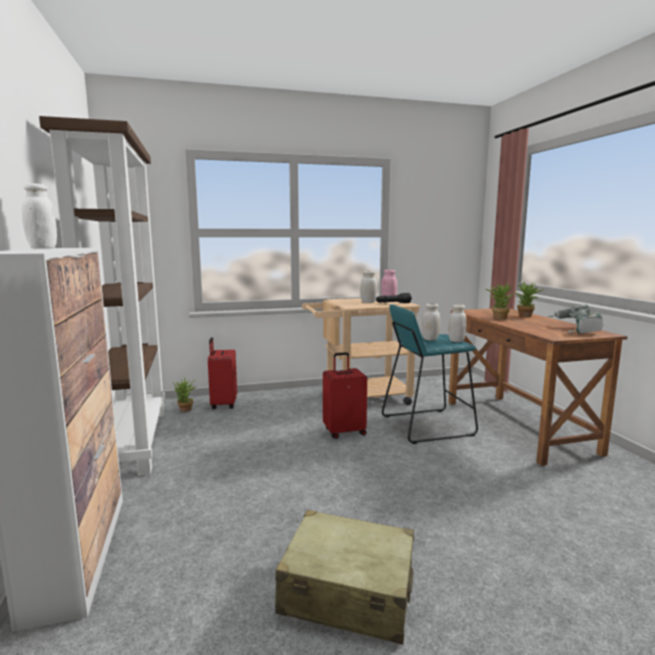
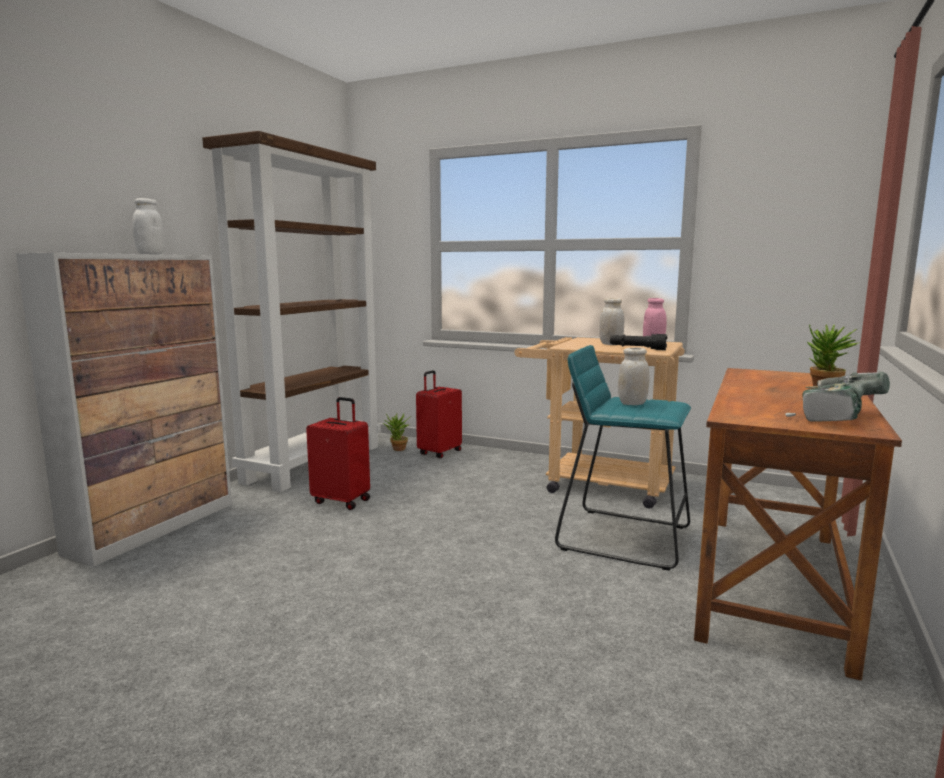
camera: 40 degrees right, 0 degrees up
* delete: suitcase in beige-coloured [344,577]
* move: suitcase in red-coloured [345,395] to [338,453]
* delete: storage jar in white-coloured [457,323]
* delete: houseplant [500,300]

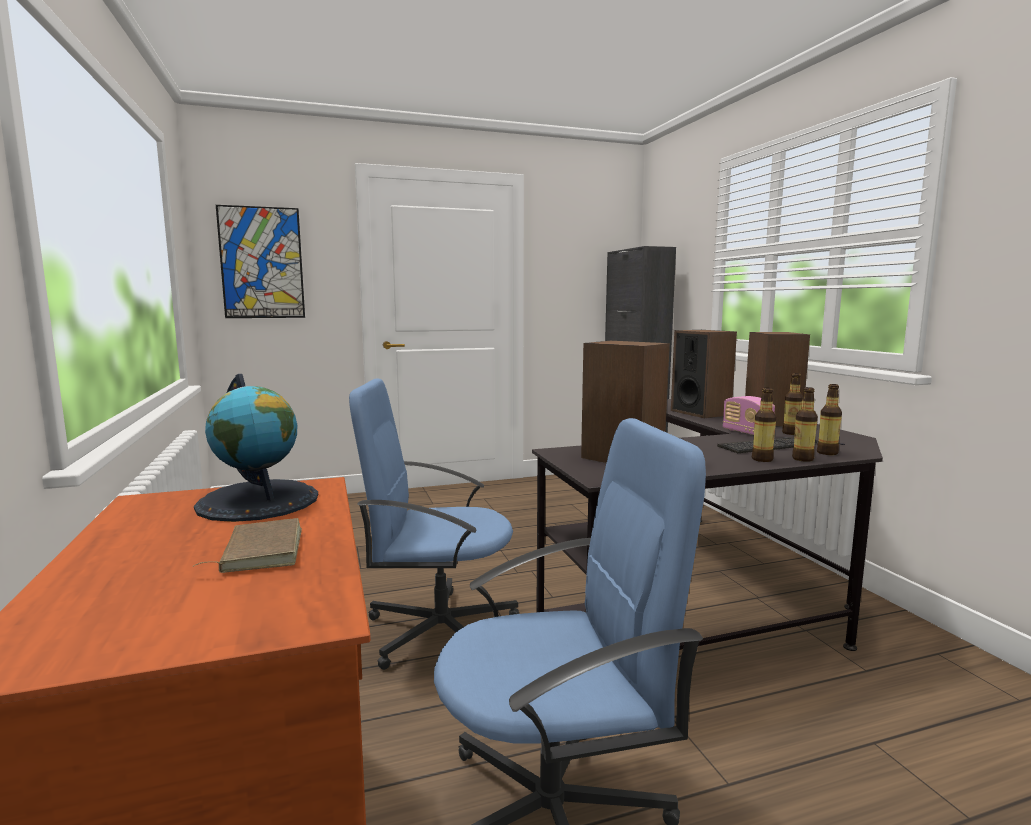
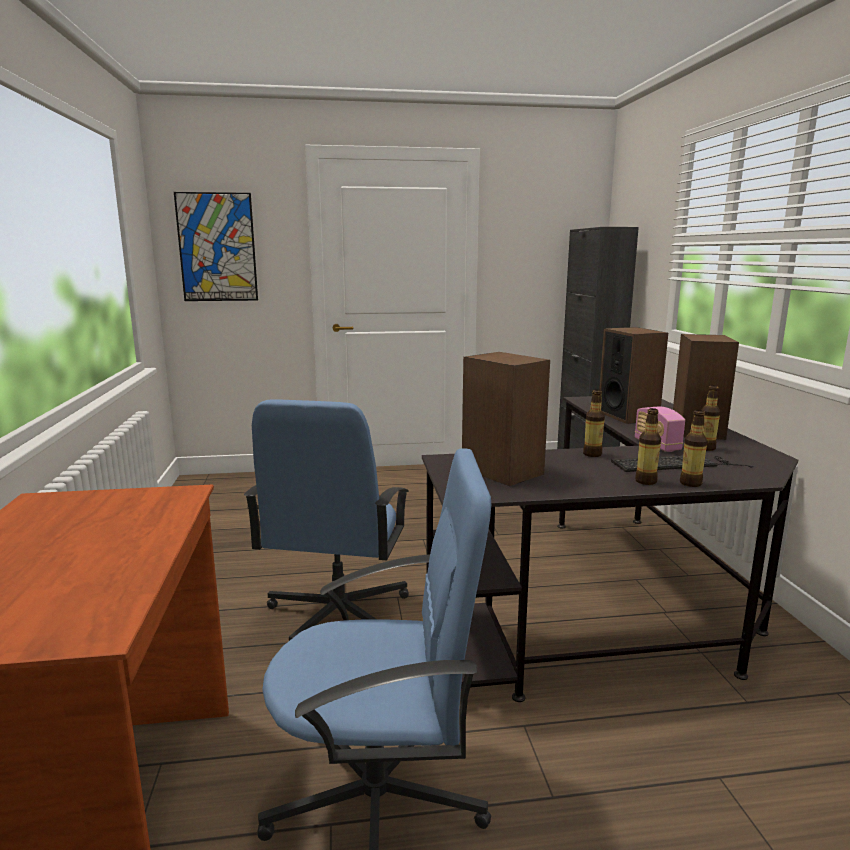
camera: 10 degrees right, 5 degrees up
* delete: globe [256,448]
* delete: book in brown-coloured [248,545]
* rotate: computer chair in bluish [434,524] = [326,520] 90 degrees counterclockwise
* move: bottle [829,419] to [594,423]

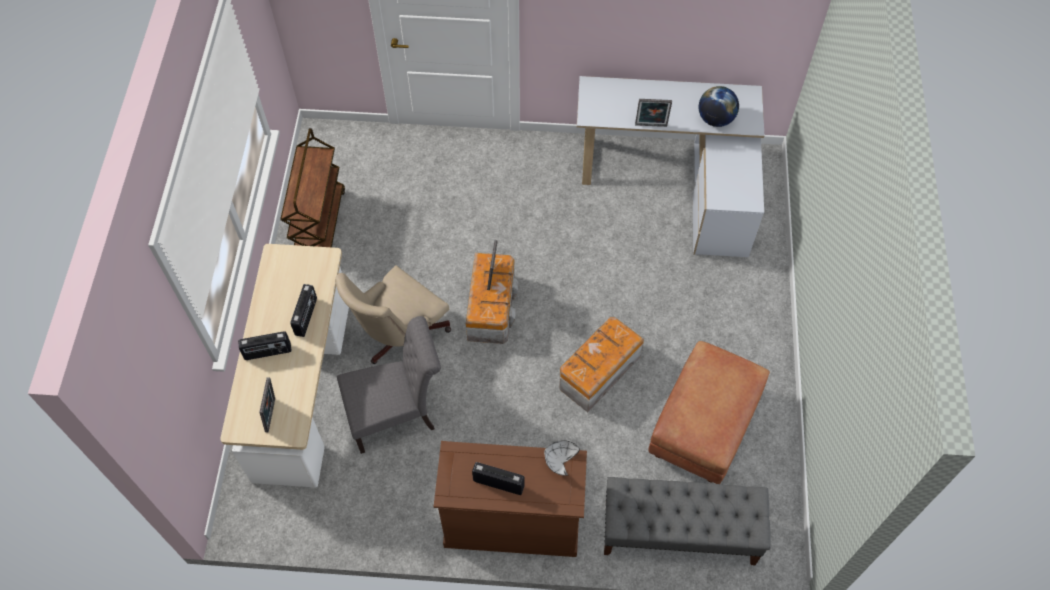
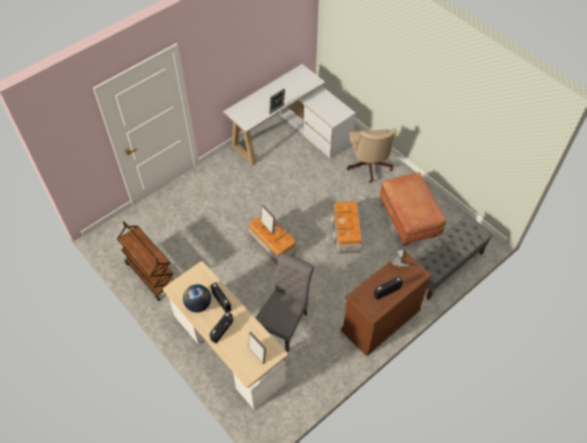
camera: 45 degrees left, 5 degrees down
* move: computer chair in beige-coloured [393,314] to [371,155]
* move: globe [719,106] to [197,298]

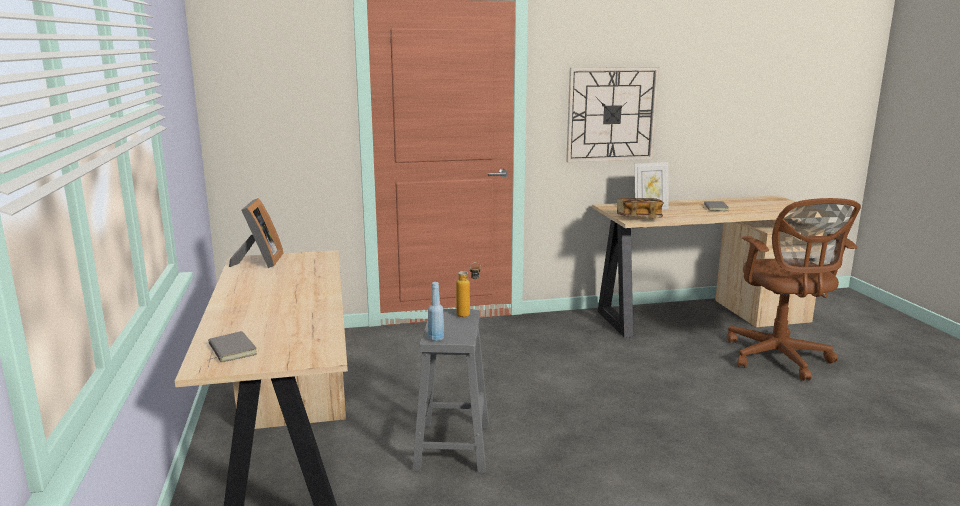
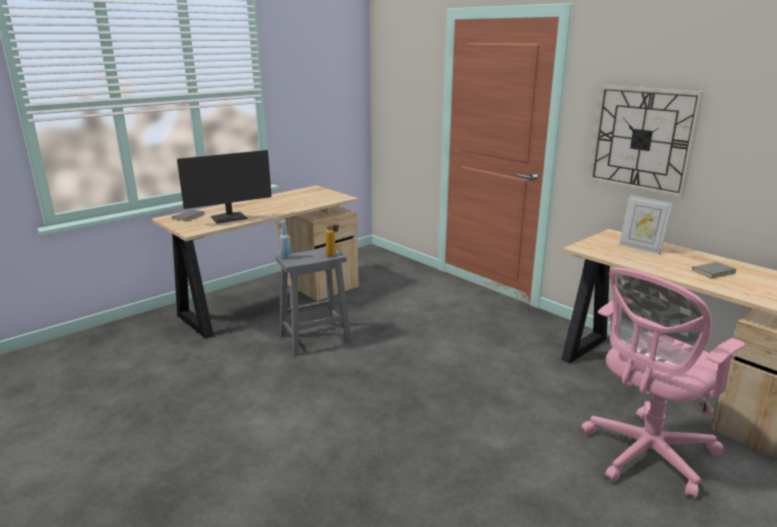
camera: 60 degrees right, 5 degrees up
* delete: standing frame [256,233]
* delete: book [640,208]
* recolor: computer chair in brown-coloured [794,289] to computer chair in pinkish [663,383]
* insert: monitor [224,187]

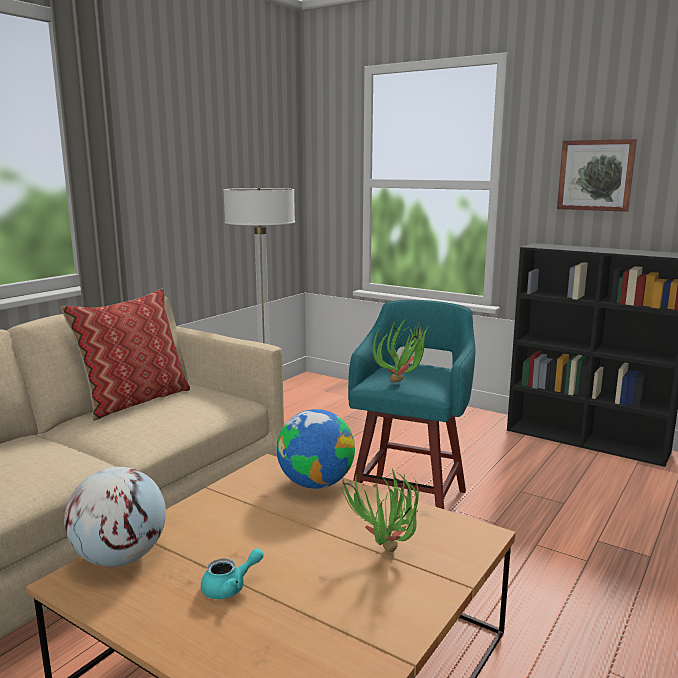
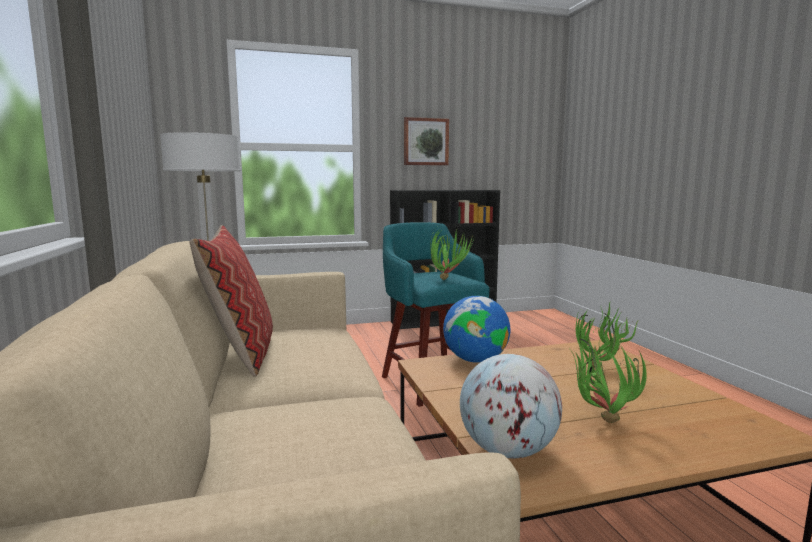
camera: 50 degrees left, 5 degrees down
* replace: teapot in blue-green [232,573] to houseplant [607,379]

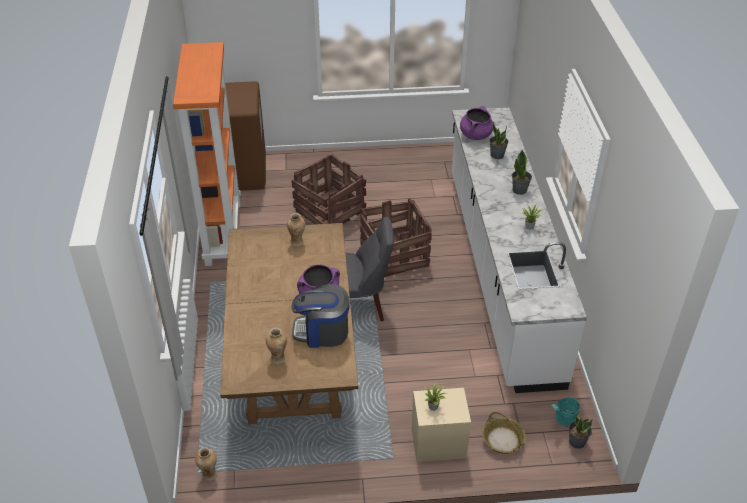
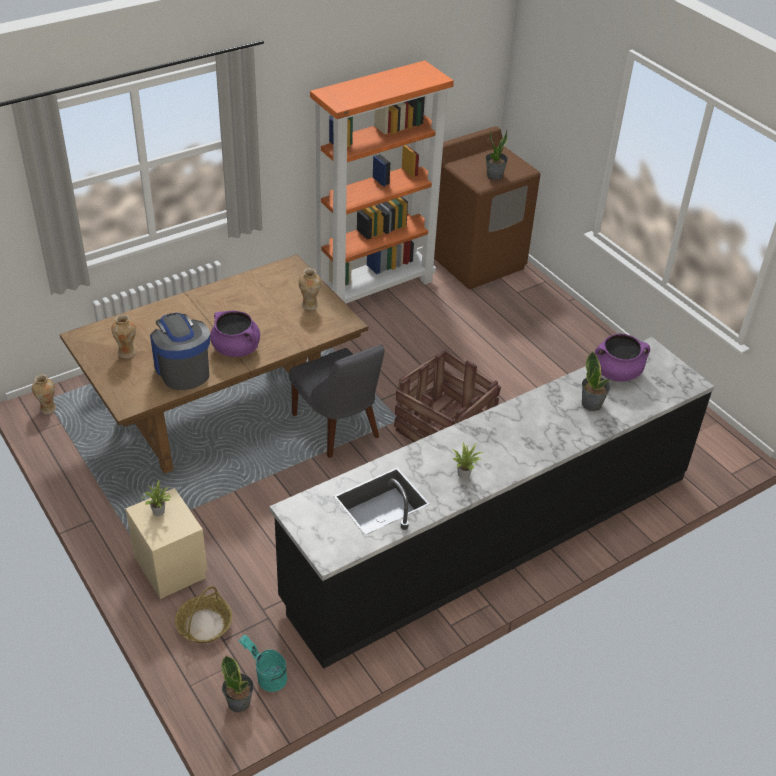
camera: 60 degrees right, 0 degrees up
* delete: crate [328,189]
* recolor: kitchen counter in white-coloured [519,250] to kitchen counter in black [492,503]
* move: houseplant [522,172] to [497,155]

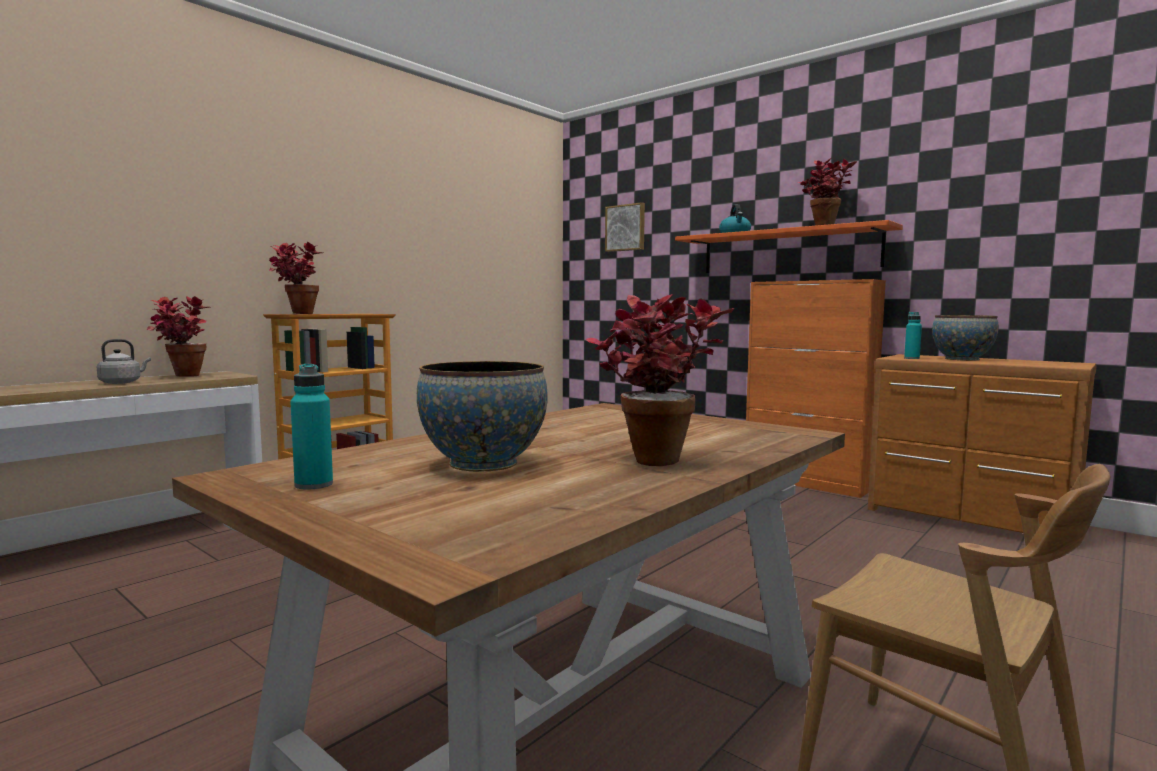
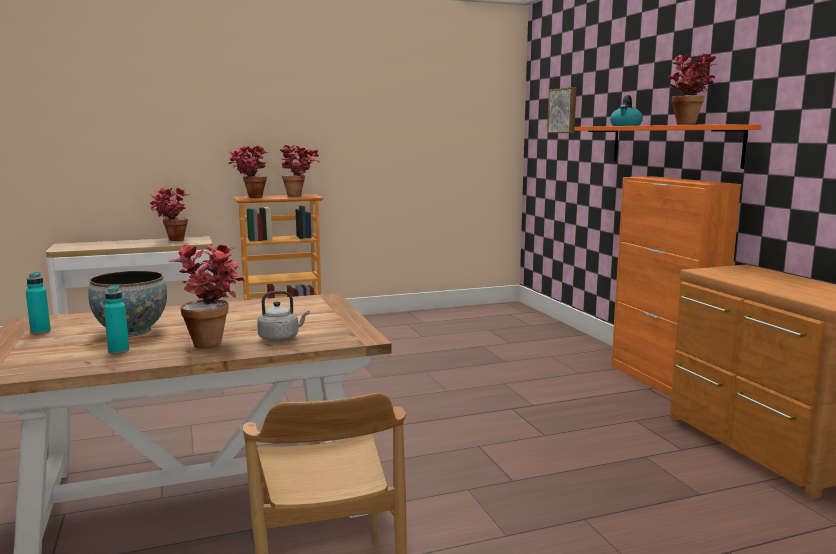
camera: 30 degrees right, 5 degrees up
* move: kettle in gray [124,361] to [283,316]
* move: bottle in blue-green [913,335] to [116,319]
* delete: serving bowl [965,338]
* insert: houseplant [300,170]

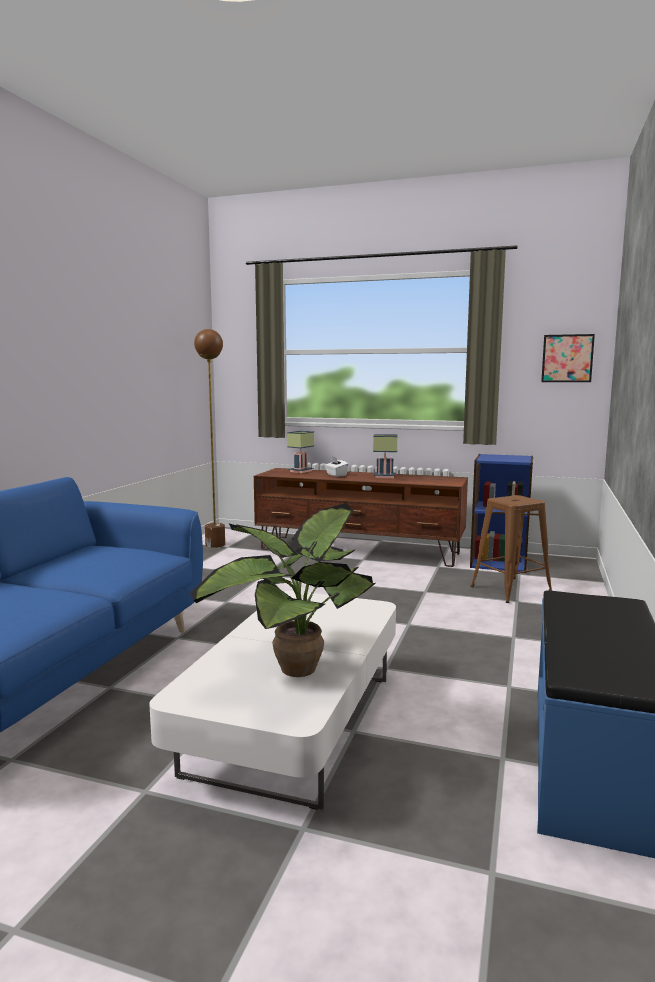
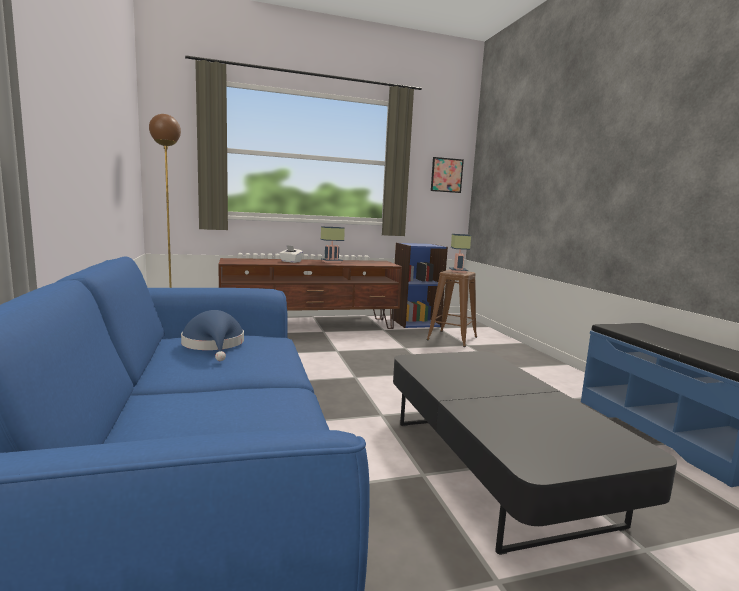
camera: 35 degrees left, 0 degrees up
* recolor: coffee table in white-coloured [272,700] to coffee table in black [535,453]
* delete: houseplant [283,590]
* move: tabletop lamp [300,452] to [460,253]
* insert: hat in bluish [212,335]

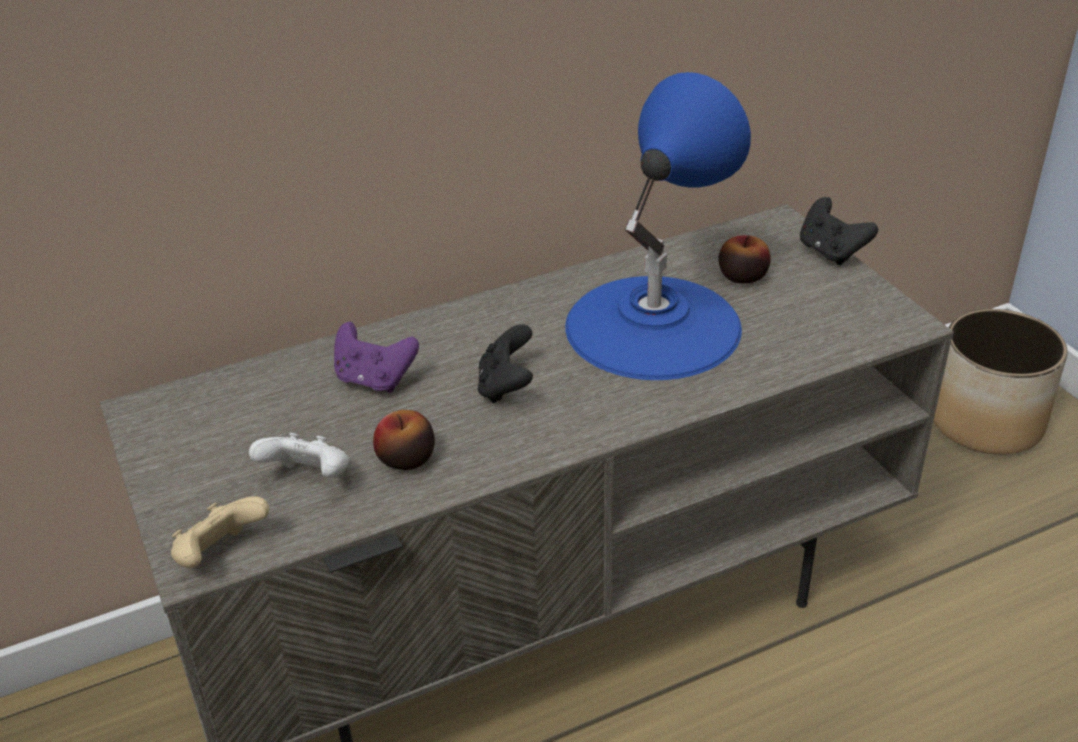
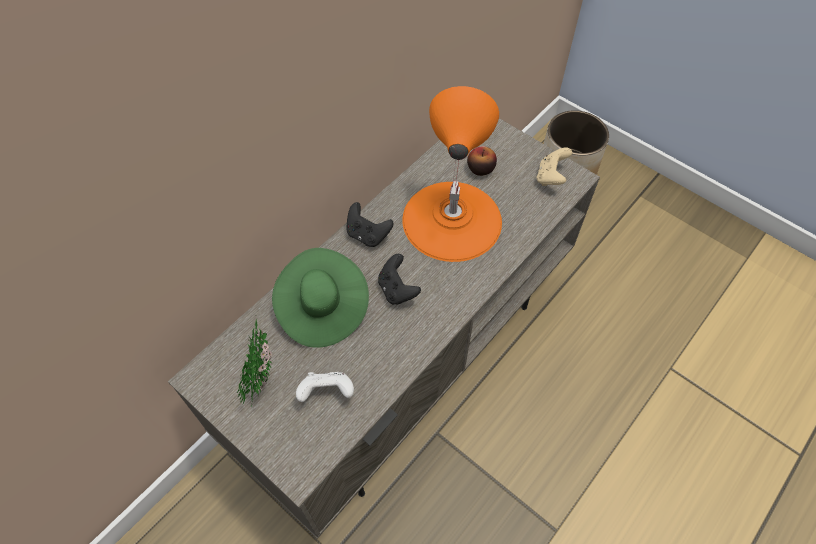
camera: 25 degrees left, 20 degrees up
* move: joypad in beige-coloured [220,532] to [554,166]
* replace: joypad in purplish [376,357] to hat in greenish [320,298]
* delete: apple fruit [404,440]
* recolor: tabletop lamp in bluish [658,226] to tabletop lamp in orange [452,174]
* move: joypad in black [839,231] to [370,224]
* insert: houseplant [254,362]

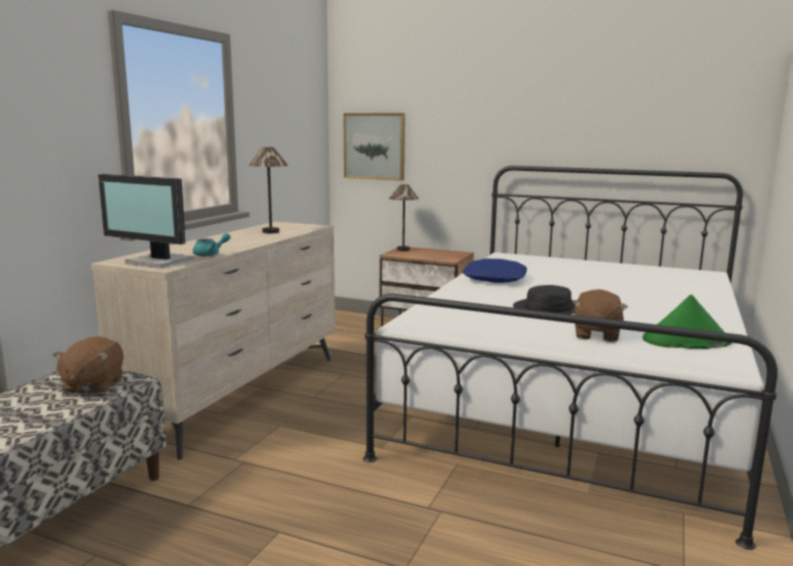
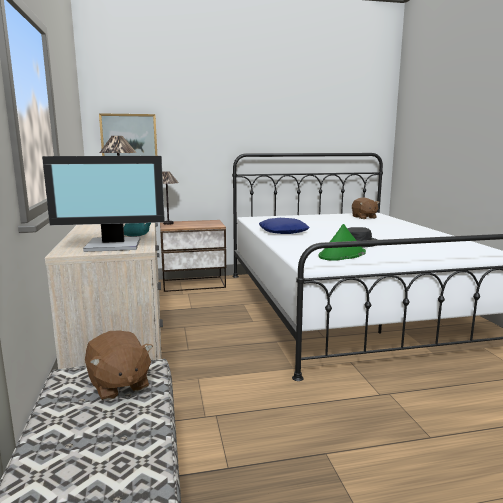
camera: 35 degrees left, 0 degrees up
* move: cuddly toy in brown-coloured [600,315] to [365,208]
* move: hat in greenish [687,322] to [342,242]

